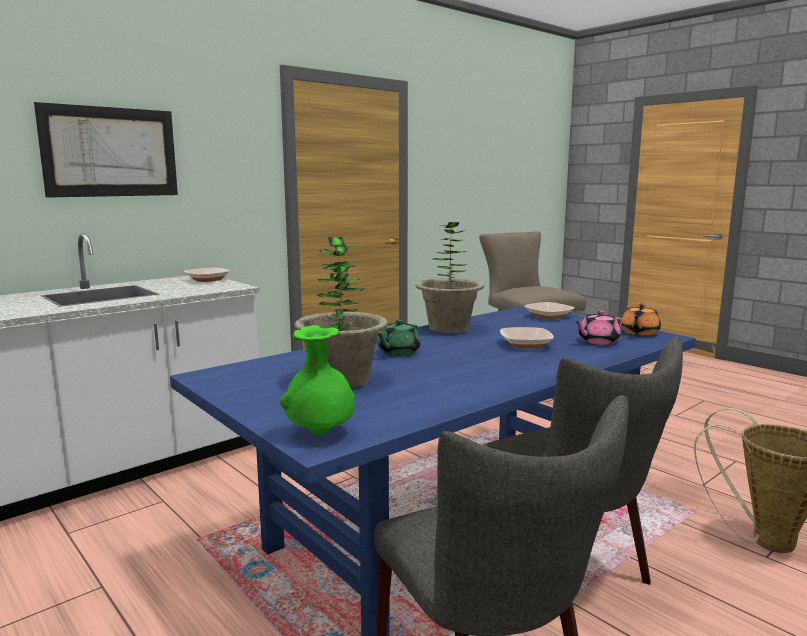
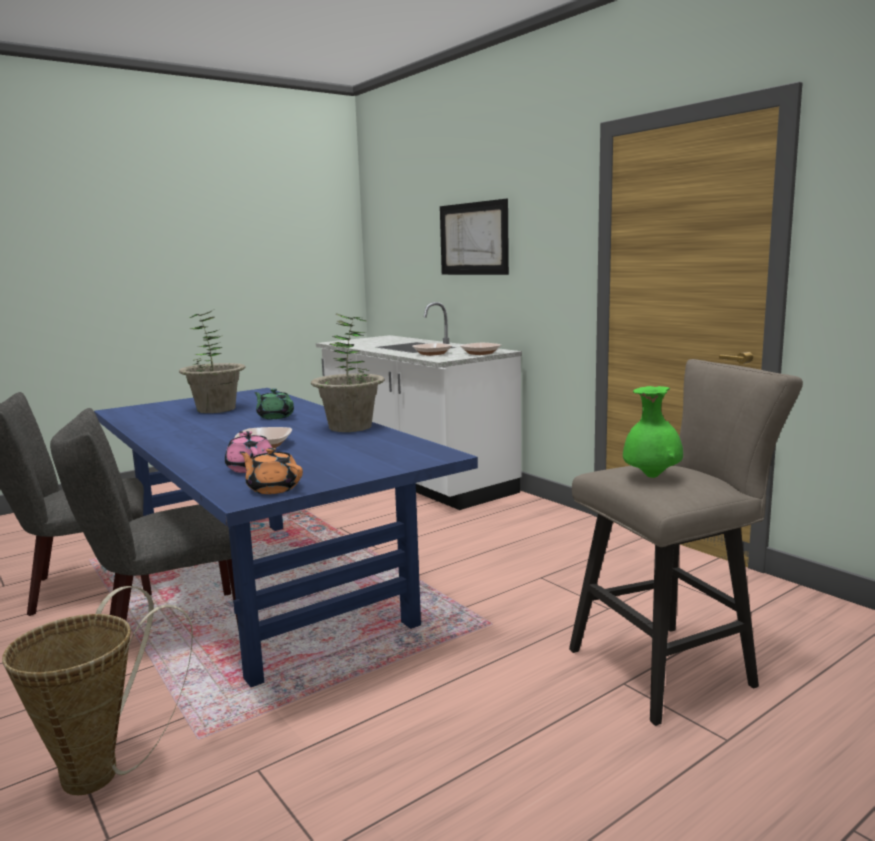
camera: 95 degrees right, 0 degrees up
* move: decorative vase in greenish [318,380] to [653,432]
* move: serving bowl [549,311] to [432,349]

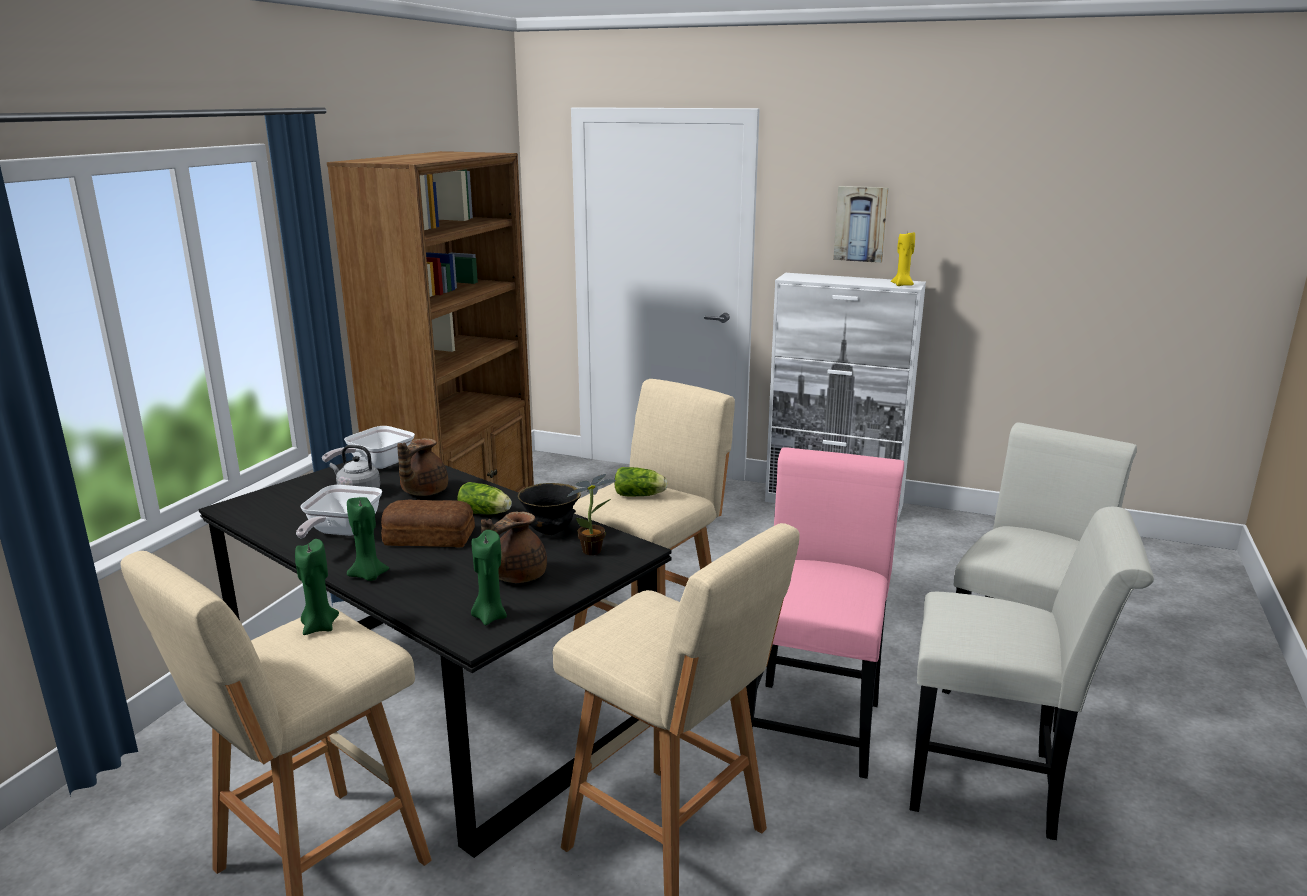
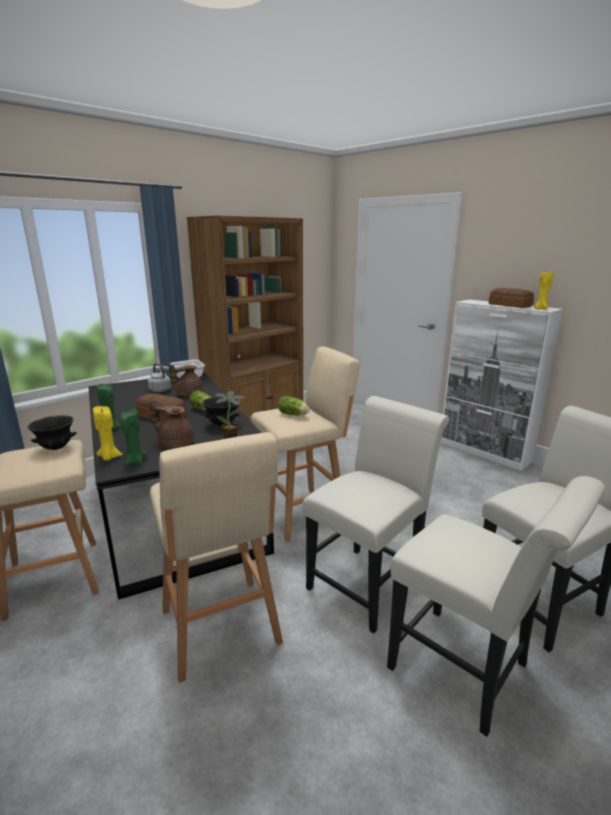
camera: 25 degrees right, 0 degrees up
* replace: wax candle in greenish [317,587] to serving bowl in black [52,432]
* delete: skillet [339,512]
* rotate: teapot in brown-coloured [514,547] = [171,423] 45 degrees clockwise
* recolor: chair in pinkish [825,613] to chair in white-coloured [375,515]
* delete: wall art [861,224]
* insert: wax candle in yellowish [108,433]
* insert: bread [511,298]

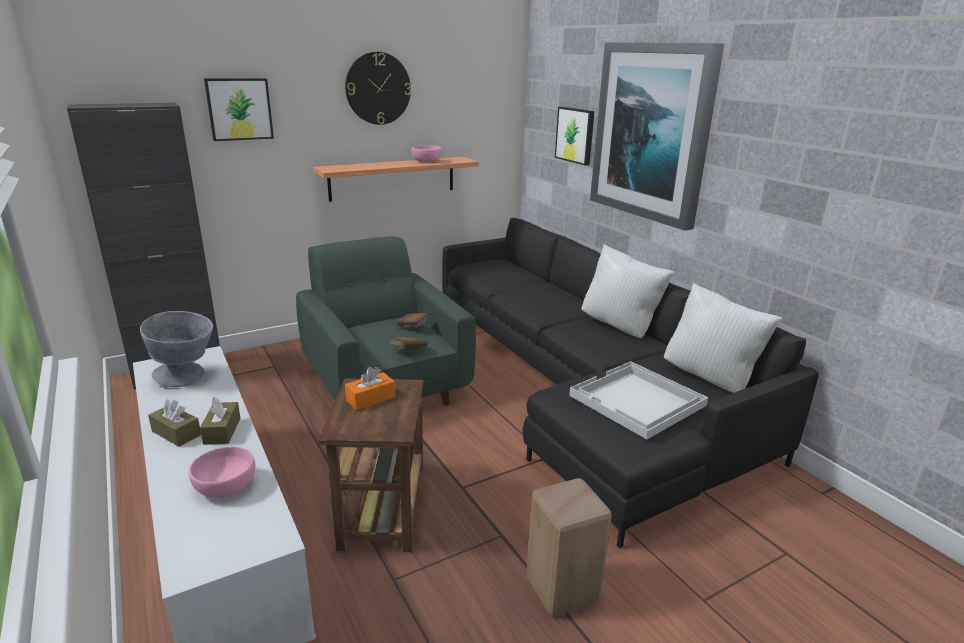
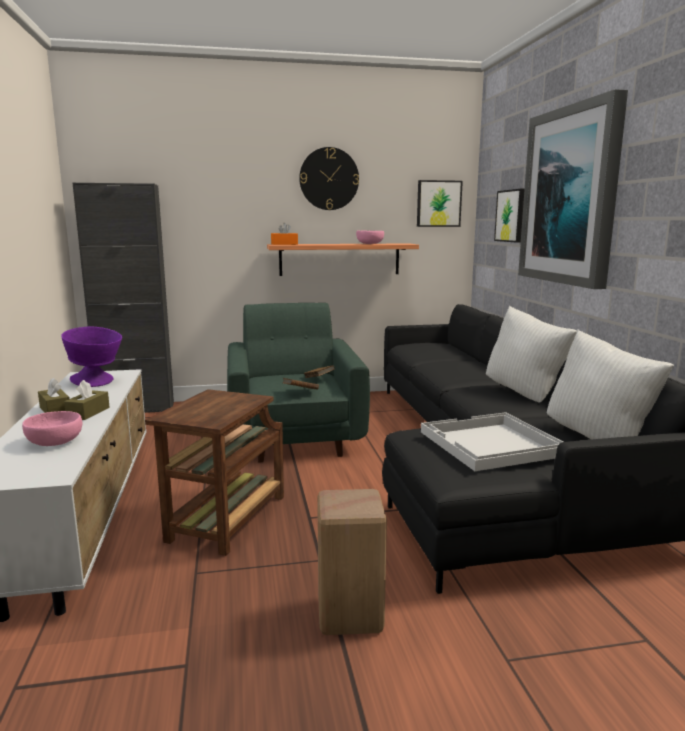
camera: 20 degrees right, 10 degrees down
* recolor: serving bowl in gray [176,349] to serving bowl in purplish [92,357]
* move: wall art [239,109] to [440,203]
* move: box of tissues in orange [370,388] to [284,234]

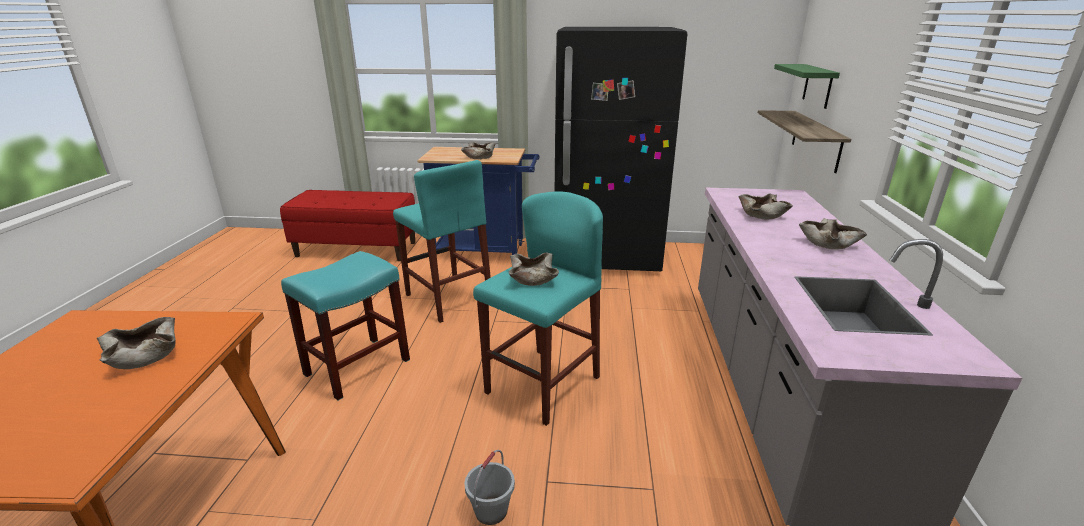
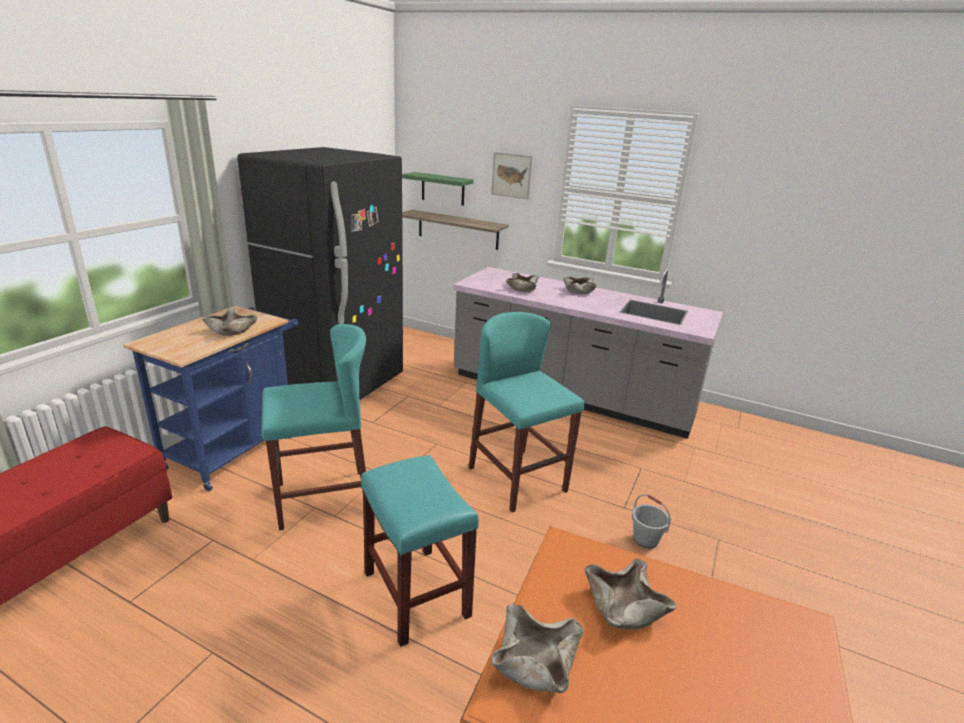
camera: 70 degrees left, 0 degrees up
* move: serving bowl in beige-coloured [534,269] to [537,648]
* insert: wall art [512,175]

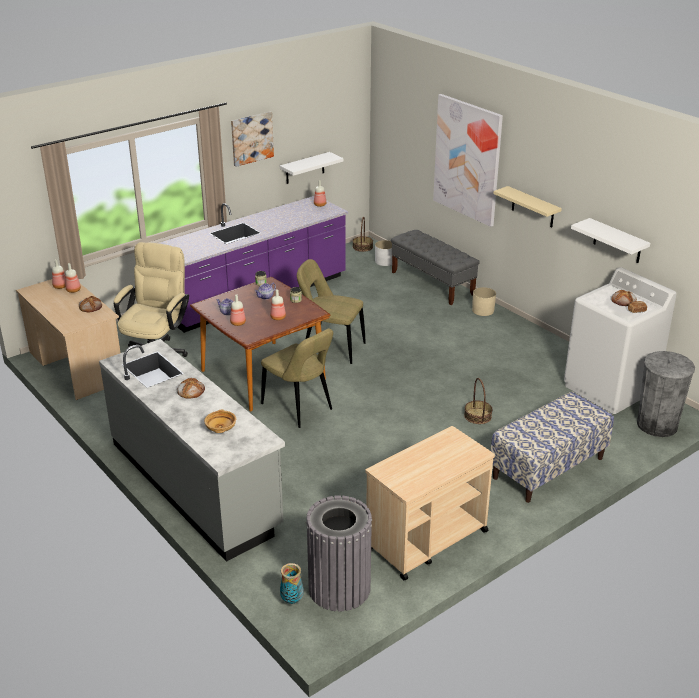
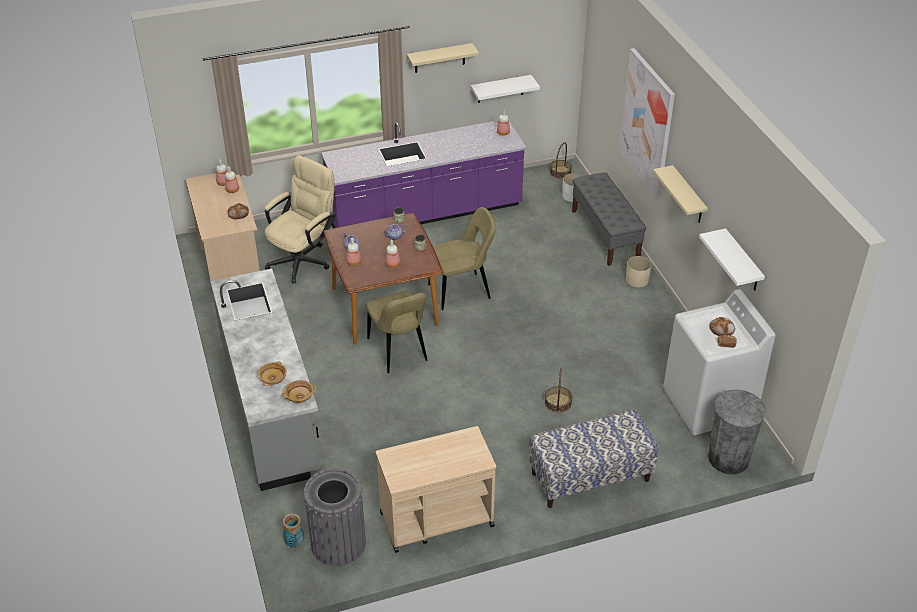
camera: 20 degrees right, 10 degrees up
* delete: bread [191,388]
* replace: wall art [252,139] to wall shelf in beige-coloured [443,58]
* rotate: chair in beige-coloured [331,311] = [462,258] 120 degrees clockwise
* insert: serving bowl in beige-coloured [299,391]

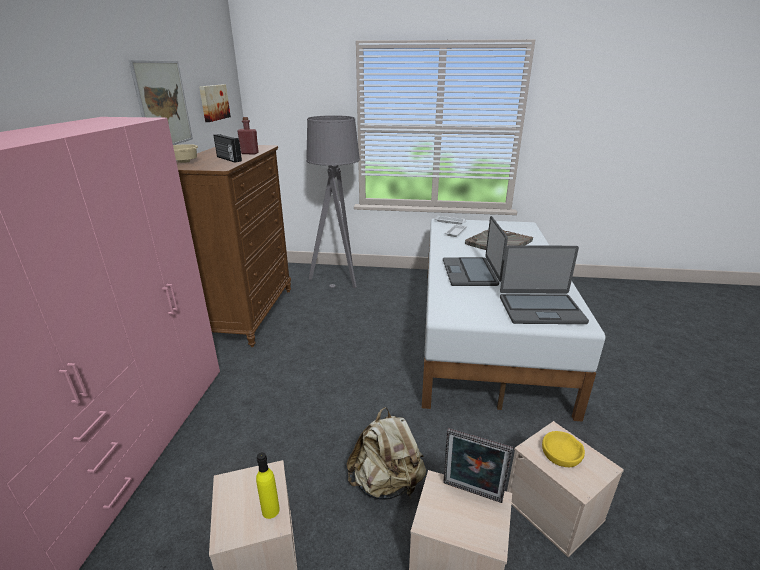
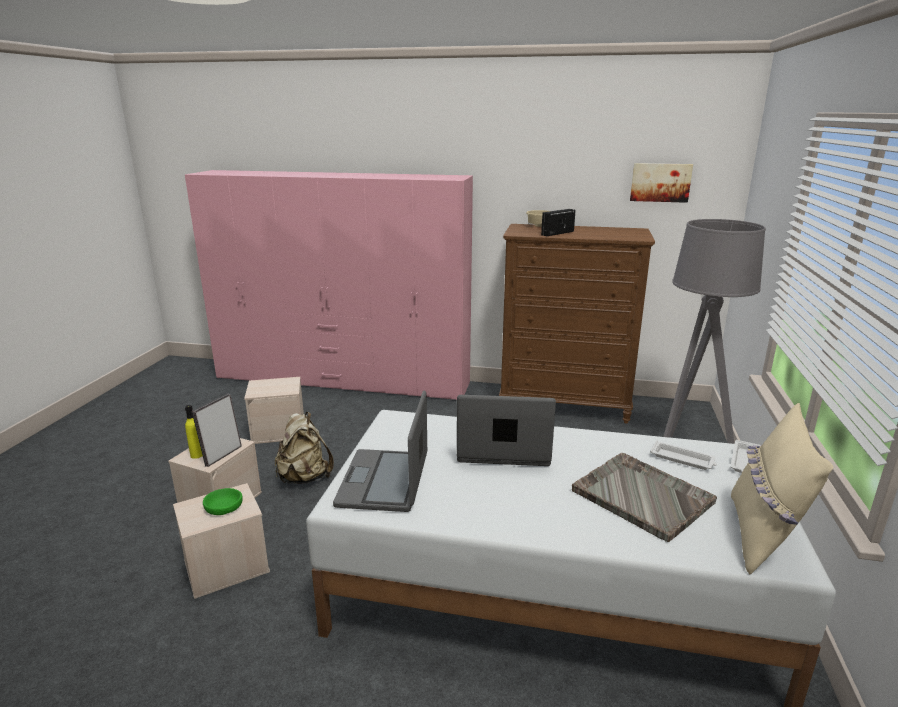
camera: 95 degrees right, 5 degrees down
* delete: wall art [160,102]
* delete: bottle in red-coloured [248,135]
* move: bottle in yellowish [268,485] to [194,432]
* recolor: serving bowl in yellowish [563,449] to serving bowl in greenish [223,501]
* insert: cushion in beige-coloured [782,488]

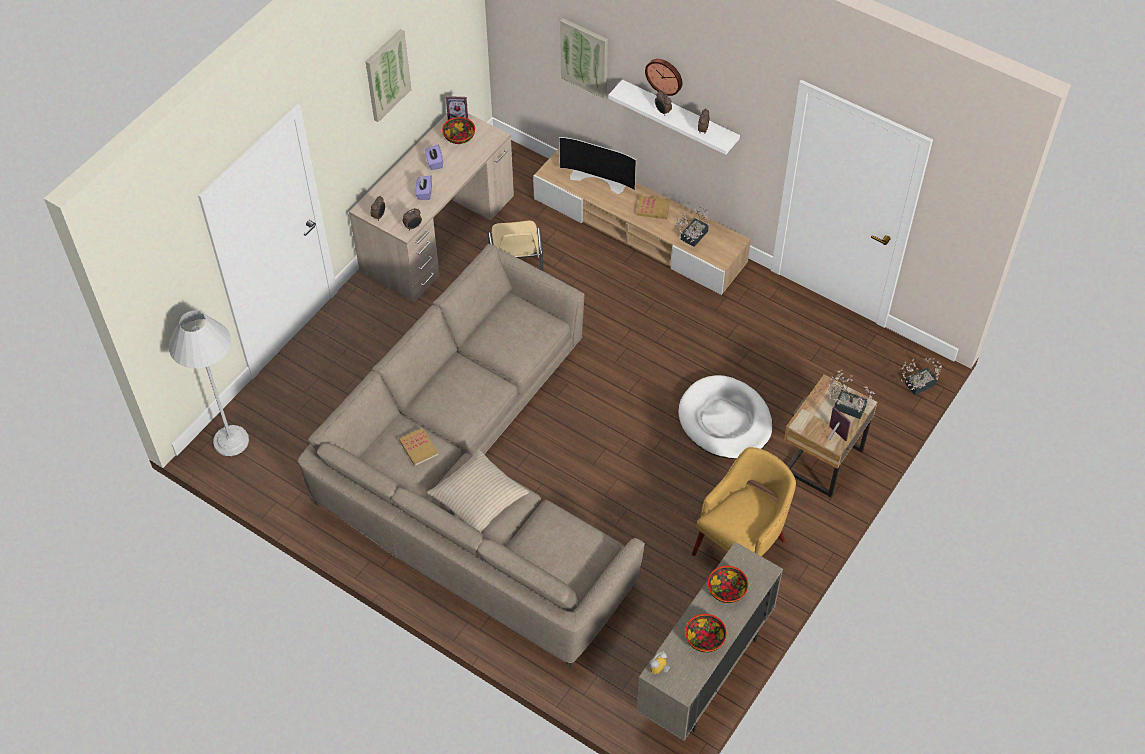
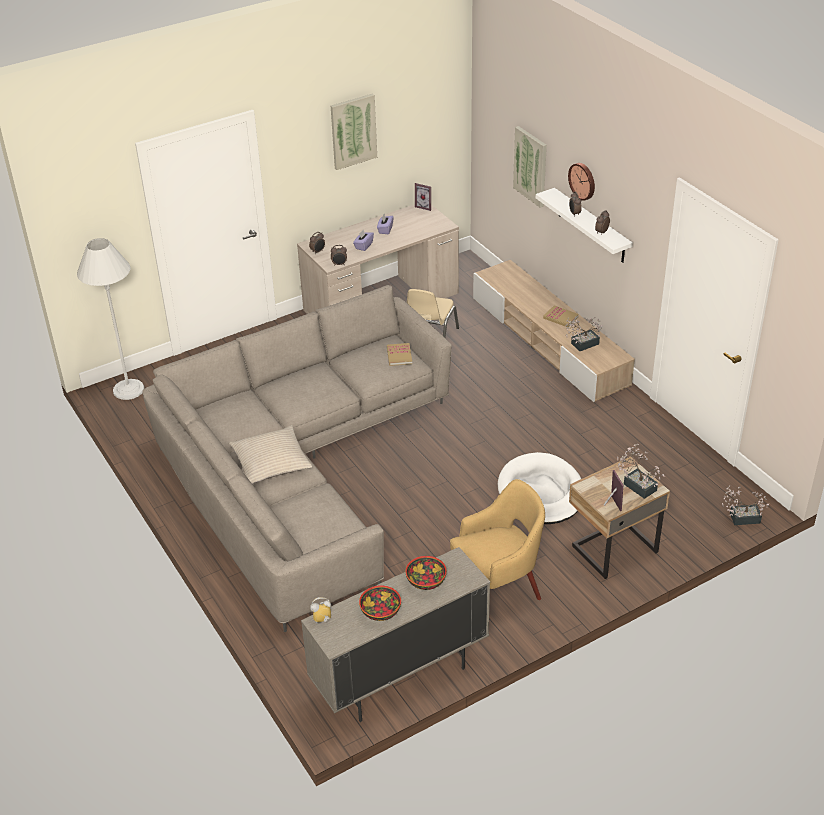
camera: 25 degrees right, 15 degrees down
* move: book [419,447] to [399,354]
* delete: serving bowl [458,130]
* delete: television [597,165]

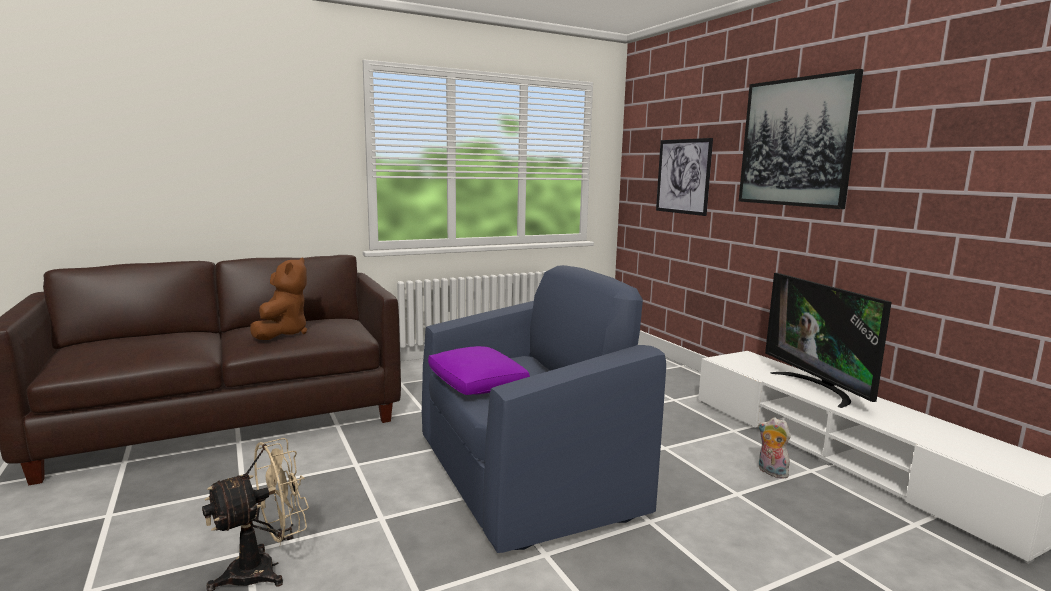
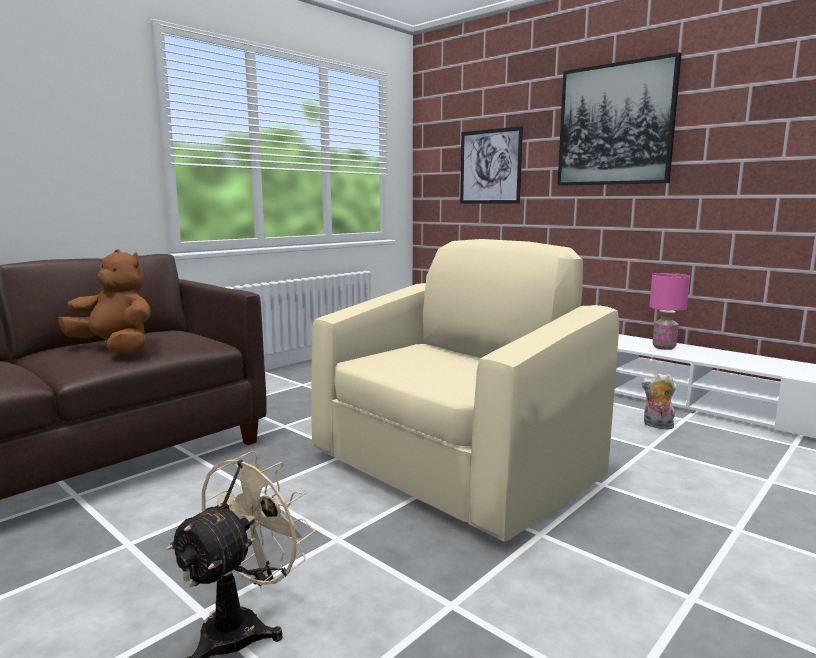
camera: 20 degrees left, 0 degrees up
* rotate: cuddly toy in brown-coloured [278,298] = [104,301] 45 degrees counterclockwise
* recolor: armchair in bluish [544,409] to armchair in beige-coloured [465,390]
* delete: cushion in purplish [479,370]
* replace: television [828,340] to tabletop lamp in pinkish [669,311]

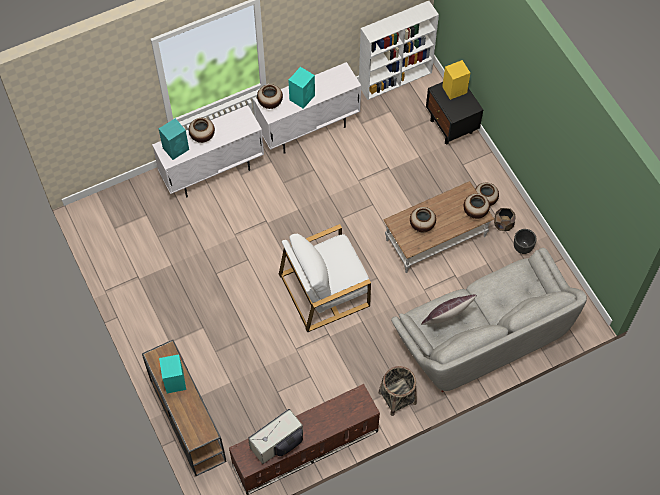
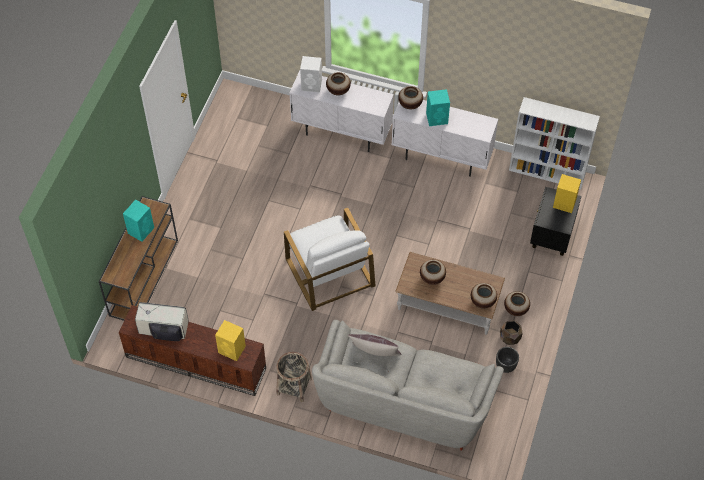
camera: 45 degrees right, 5 degrees down
* recolor: loudspeaker in blue-green [174,139] to loudspeaker in white-coloured [311,74]
* rotate: armchair in white-coloured [325,278] = [330,259] 135 degrees counterclockwise
* insert: loudspeaker in yellowish [230,340]

